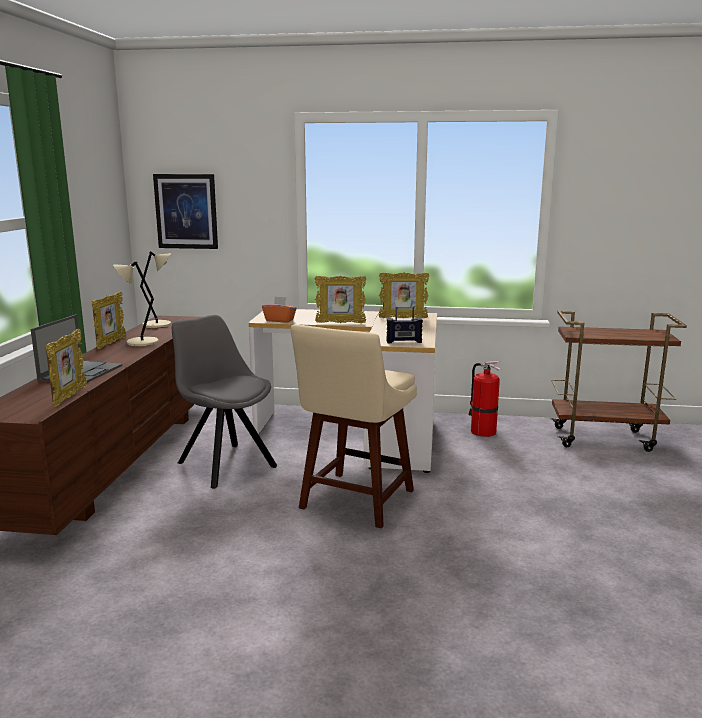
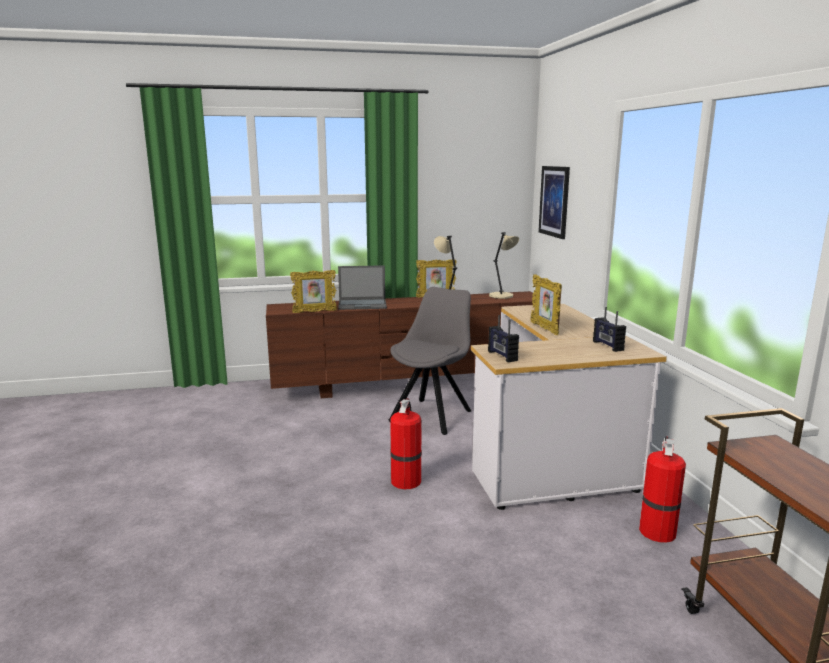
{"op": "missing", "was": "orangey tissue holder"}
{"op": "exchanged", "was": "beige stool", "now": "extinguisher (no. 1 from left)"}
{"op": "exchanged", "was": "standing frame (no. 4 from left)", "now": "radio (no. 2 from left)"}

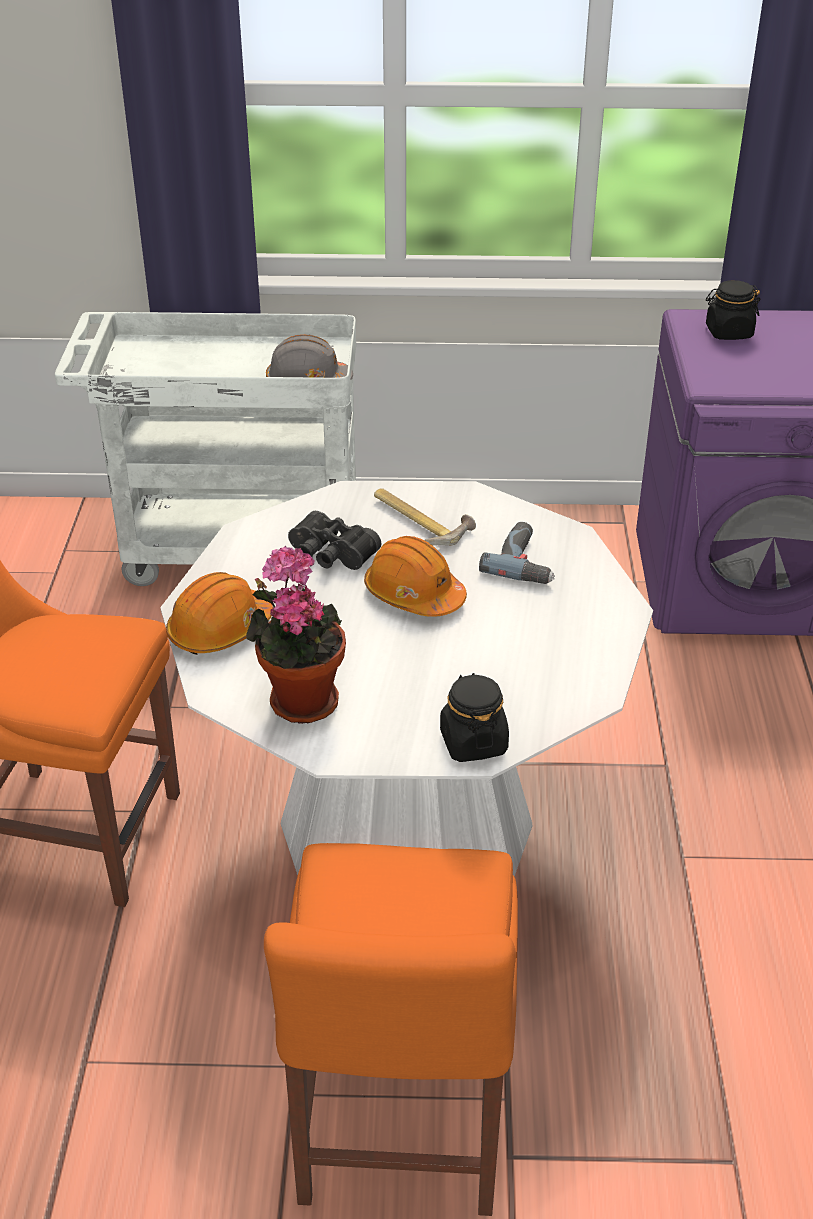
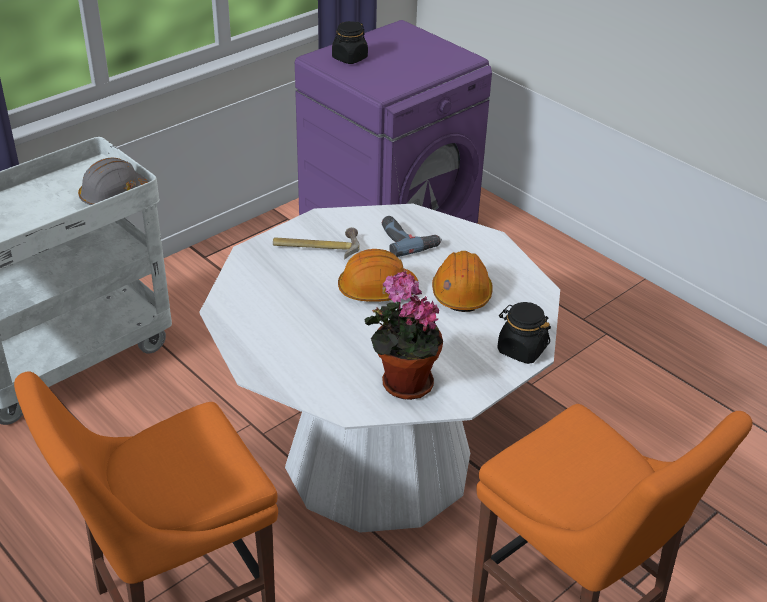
{"op": "missing", "was": "blackish pair of binoculars"}
{"op": "relocated", "was": "orangey hard hat (no. 1 from left in the first image)", "now": "orangey hard hat (no. 2 from left)"}

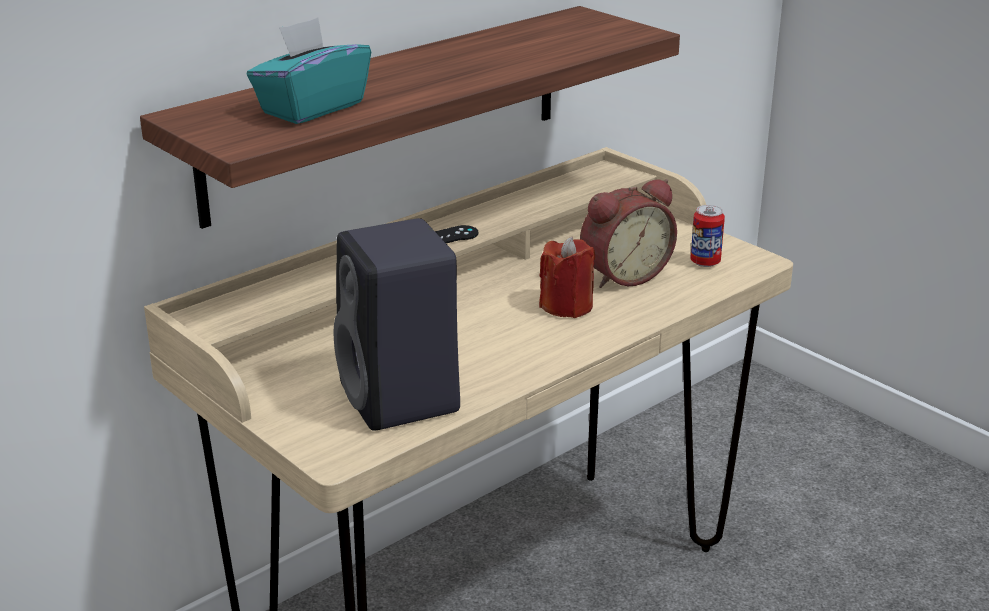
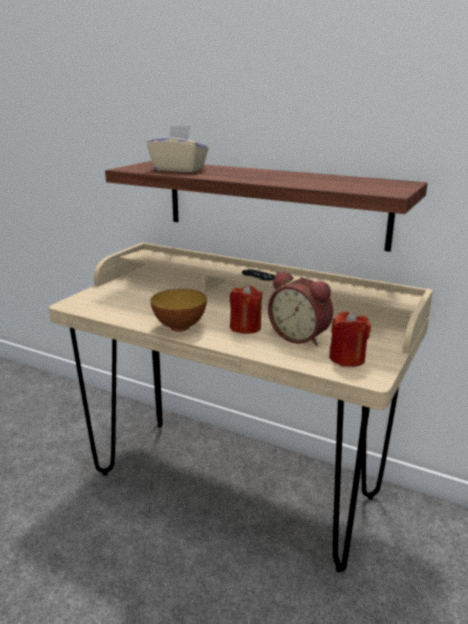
{"op": "missing", "was": "blackish loudspeaker"}
{"op": "appeared", "now": "deep dish"}
{"op": "exchanged", "was": "can", "now": "red-coloured wax light (no. 2 from left)"}
{"op": "colour", "was": "turquoise-coloured tissue holder", "now": "beige tissue holder"}

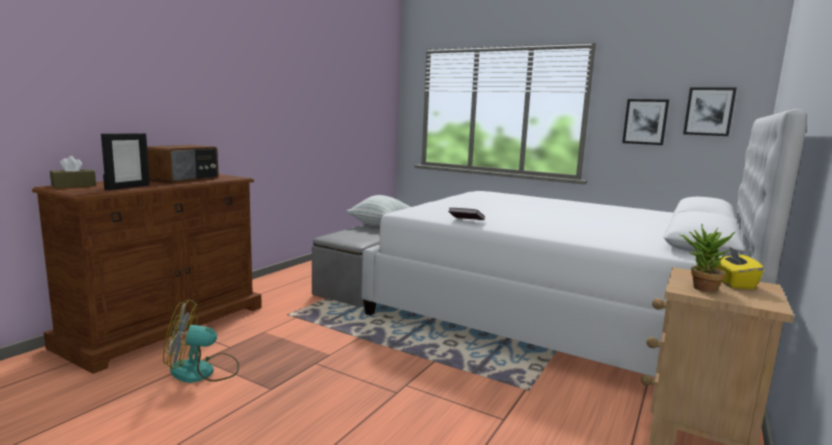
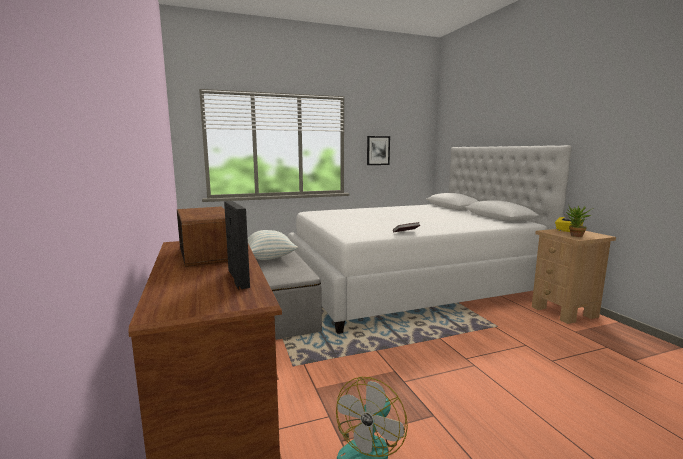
{"op": "missing", "was": "brown-coloured tissue holder"}
{"op": "missing", "was": "picture (no. 2 from left)"}

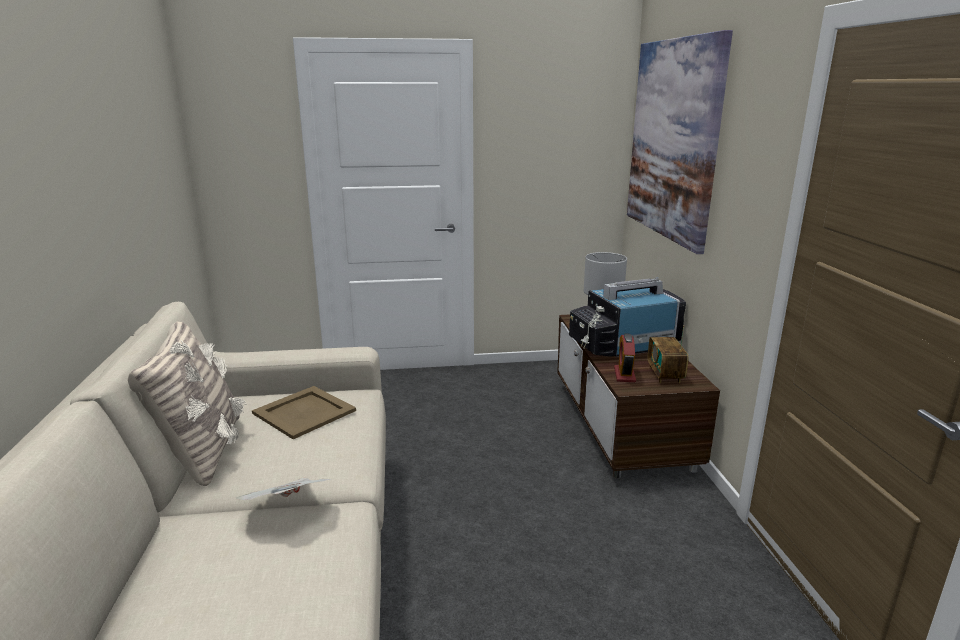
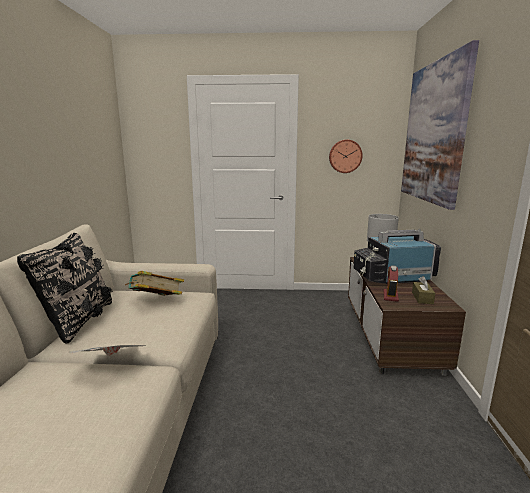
{"op": "appeared", "now": "wall clock"}
{"op": "exchanged", "was": "beige tray", "now": "volume"}
{"op": "exchanged", "was": "radio", "now": "brown-coloured tissue holder"}
{"op": "colour", "was": "beige pillow", "now": "blackish pillow"}

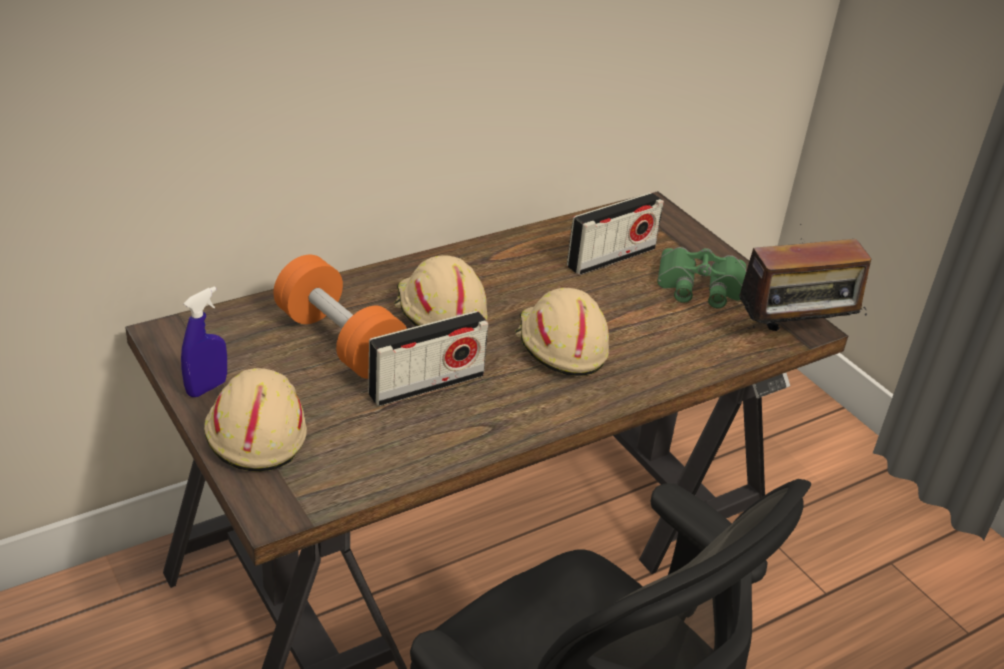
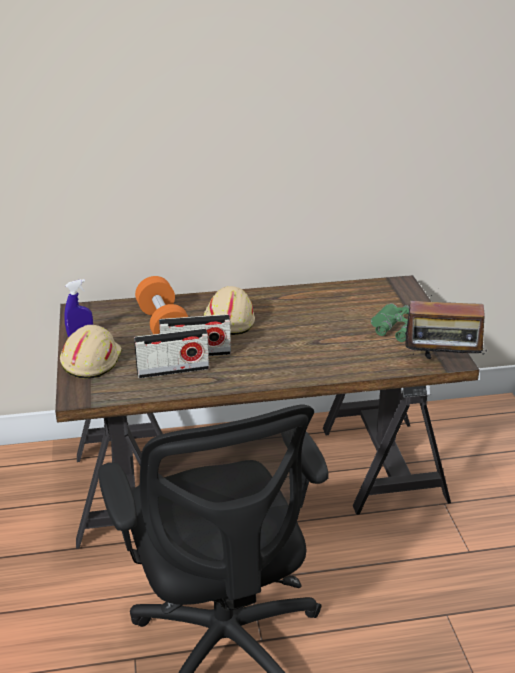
{"op": "missing", "was": "beige hard hat (no. 3 from left)"}
{"op": "relocated", "was": "radio (no. 2 from left in the first image)", "now": "radio (no. 1 from left)"}

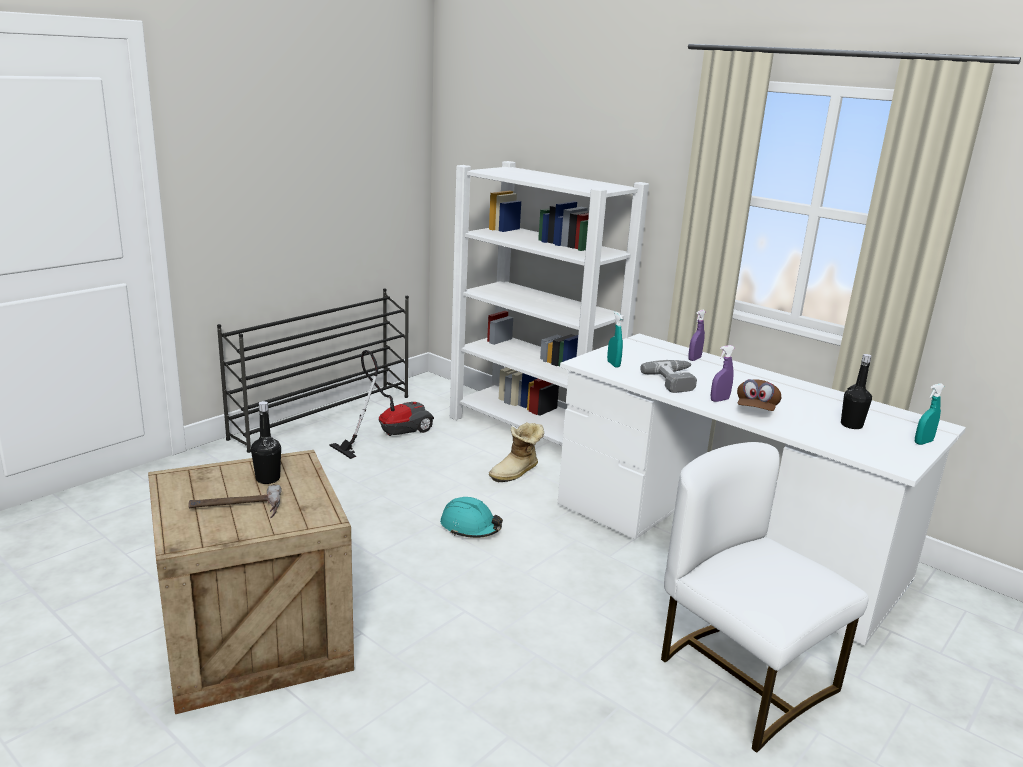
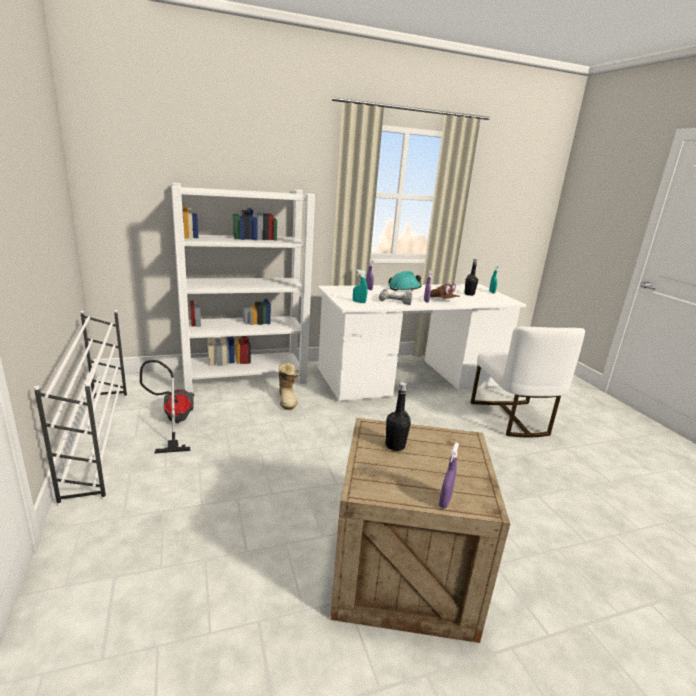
{"op": "missing", "was": "tool hammer"}
{"op": "appeared", "now": "purple-coloured sprayer (no. 3 from left)"}
{"op": "relocated", "was": "turquoise-coloured hard hat"}
{"op": "colour", "was": "blackish shoe rack", "now": "whitish shoe rack"}
{"op": "spun", "was": "whitish upright chair", "clockwise": -90}

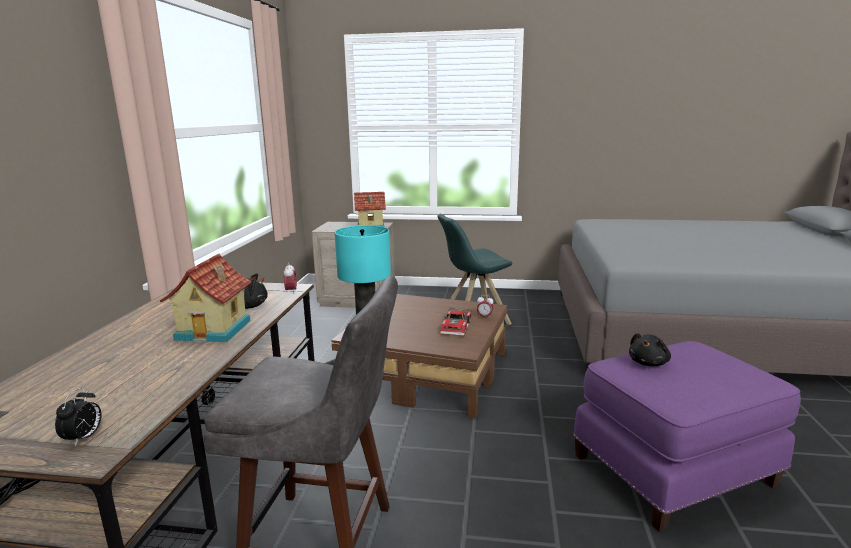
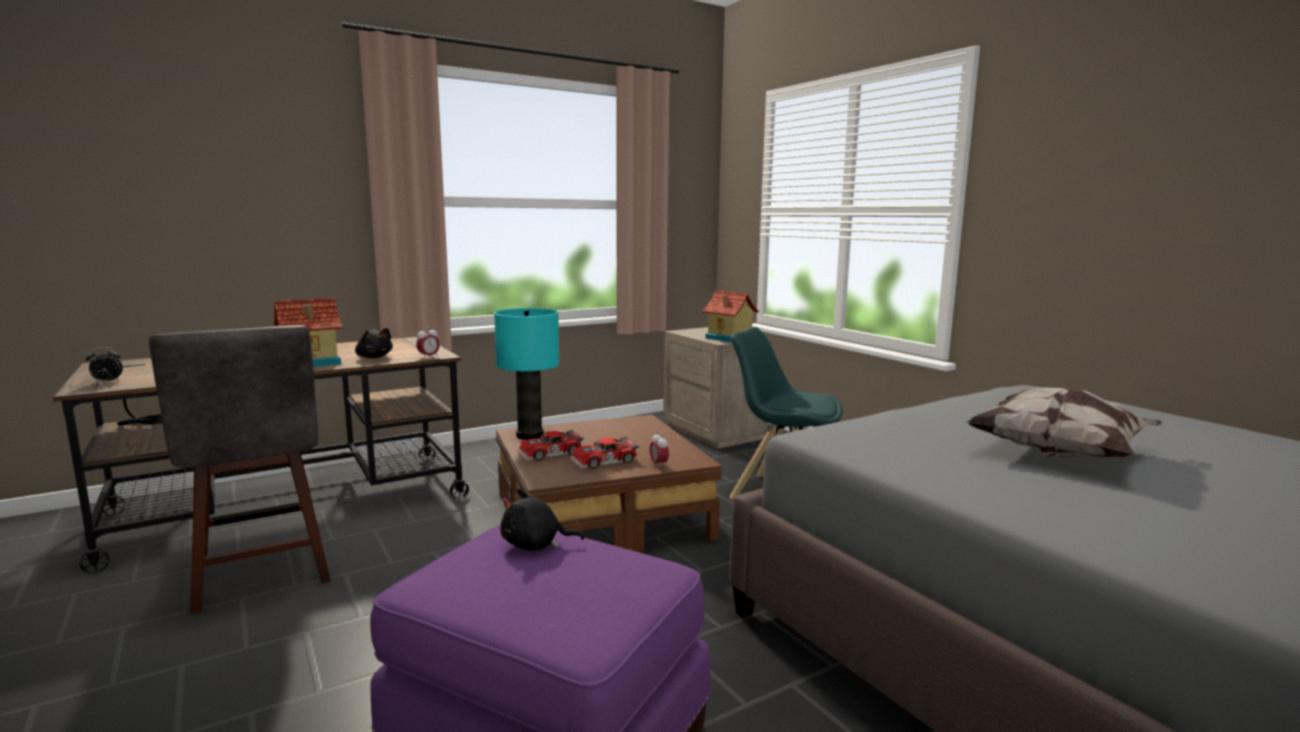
{"op": "appeared", "now": "toy car (no. 1 from left)"}
{"op": "appeared", "now": "pillow"}

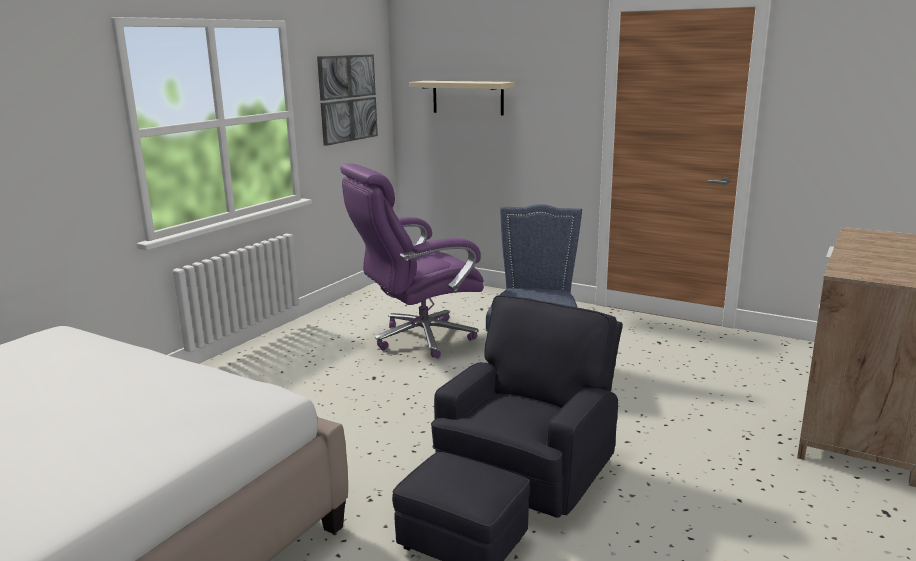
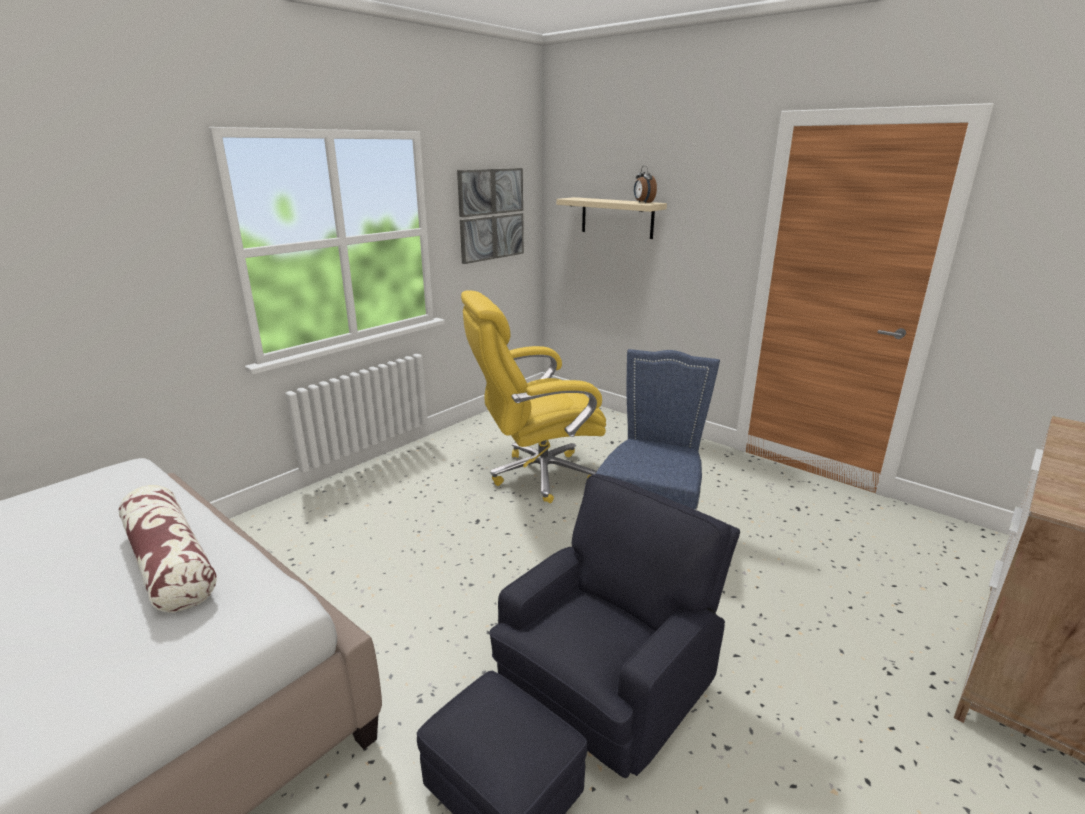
{"op": "appeared", "now": "pillow"}
{"op": "appeared", "now": "alarm clock"}
{"op": "colour", "was": "purple-coloured office chair", "now": "yellowish office chair"}

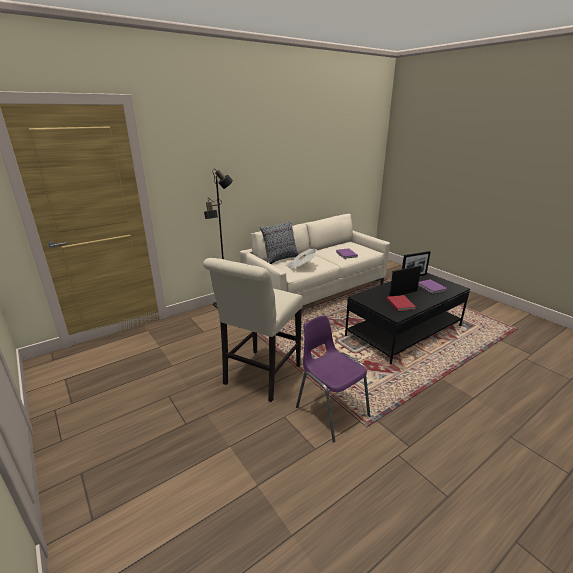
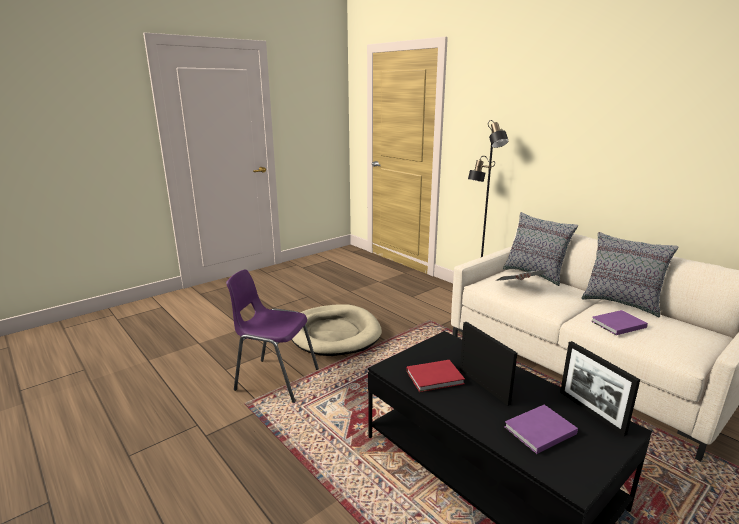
{"op": "appeared", "now": "greyish pillow (no. 2 from left)"}
{"op": "exchanged", "was": "beige stool", "now": "beige pet bed"}
{"op": "spun", "was": "purple-coloured upright chair", "clockwise": -120}

